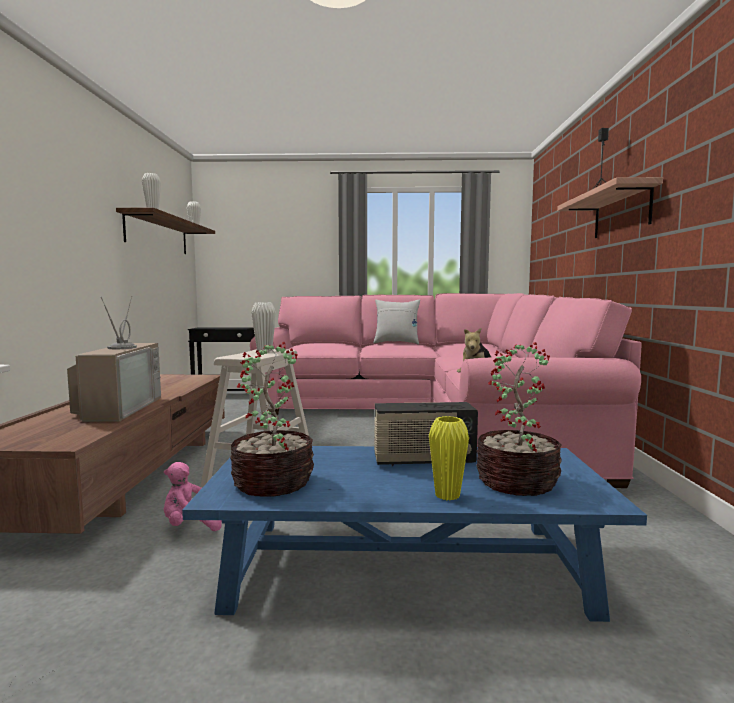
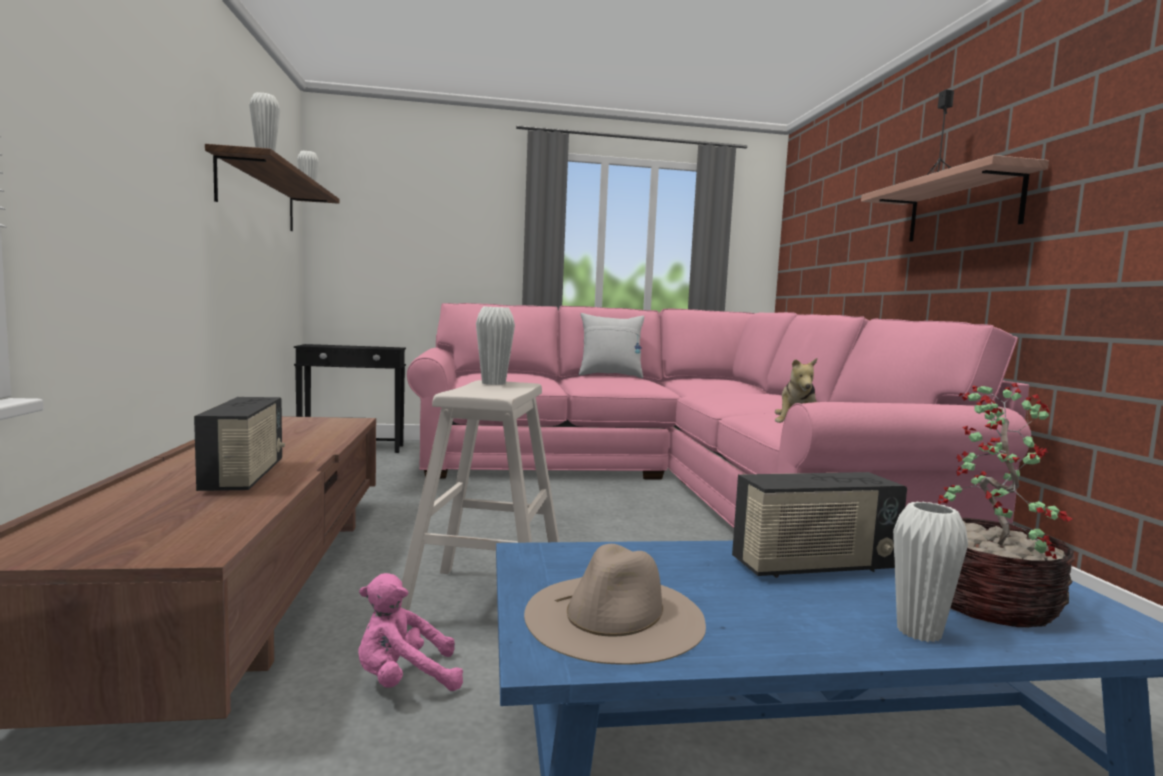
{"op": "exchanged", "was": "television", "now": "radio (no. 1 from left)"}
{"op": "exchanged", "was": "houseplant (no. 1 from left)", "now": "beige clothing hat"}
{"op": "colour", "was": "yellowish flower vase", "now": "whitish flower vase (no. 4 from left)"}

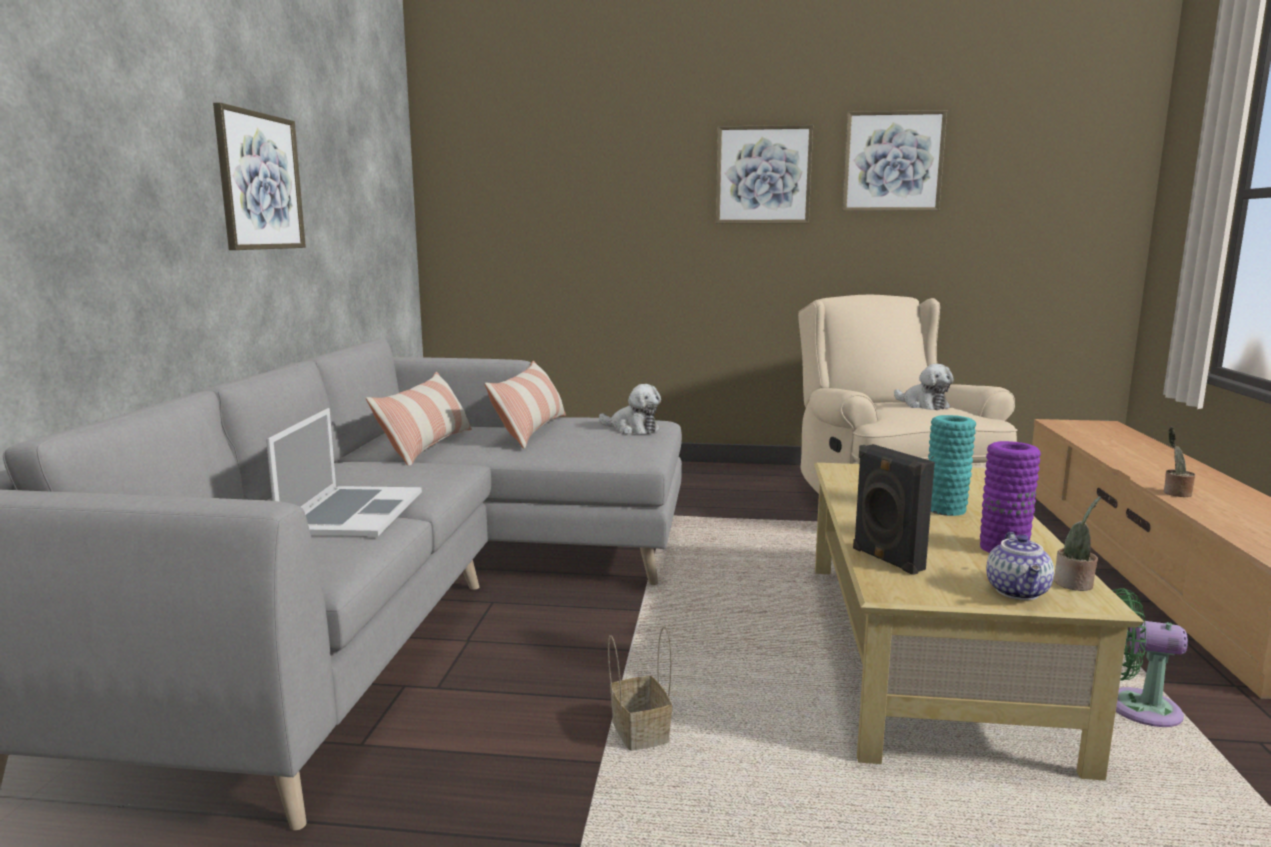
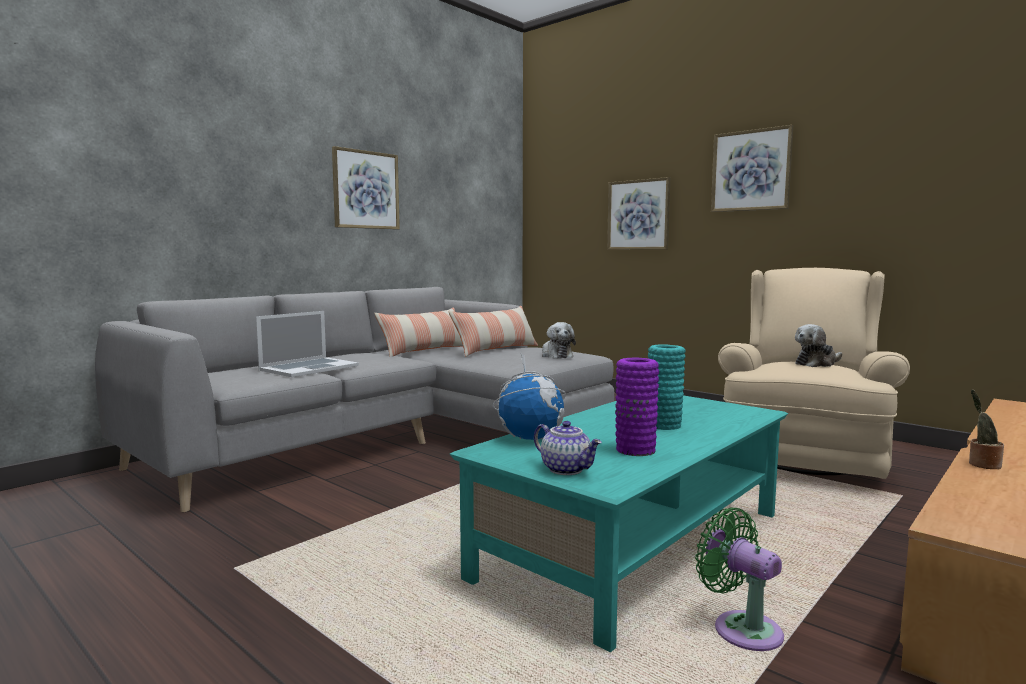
{"op": "missing", "was": "basket"}
{"op": "missing", "was": "houseplant (no. 1 from left)"}
{"op": "relocated", "was": "picture (no. 3 from left in the first image)", "now": "picture (no. 2 from left)"}
{"op": "exchanged", "was": "blackish loudspeaker", "now": "world globe"}
{"op": "colour", "was": "beige lounge table", "now": "turquoise-coloured lounge table"}
{"op": "spun", "was": "soft toy (no. 2 from left)", "clockwise": 60}
{"op": "spun", "was": "tea pot", "clockwise": -90}

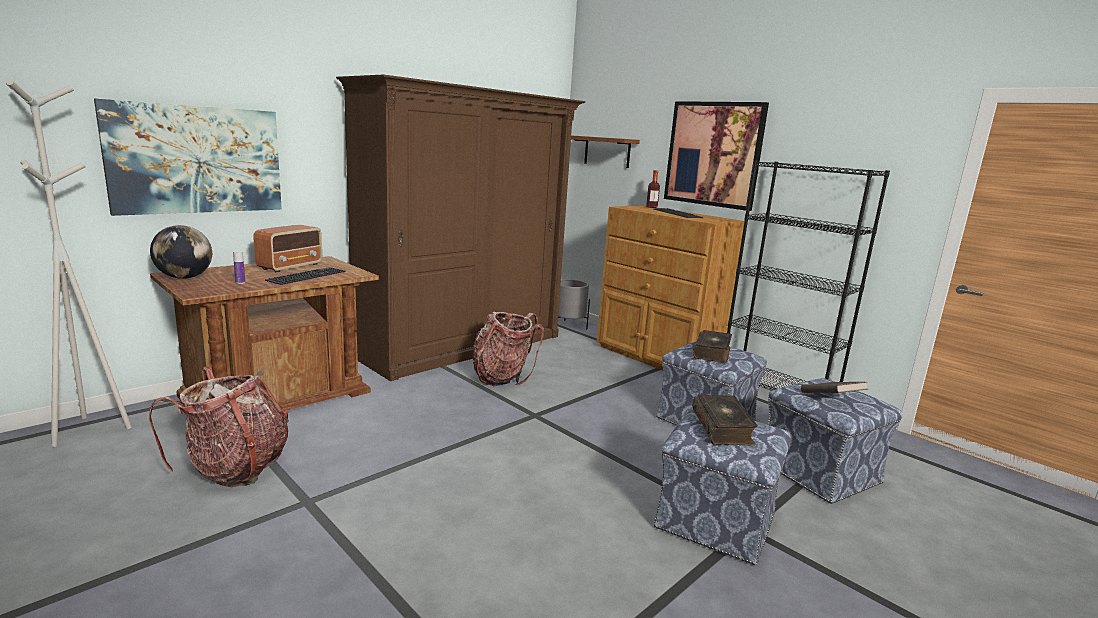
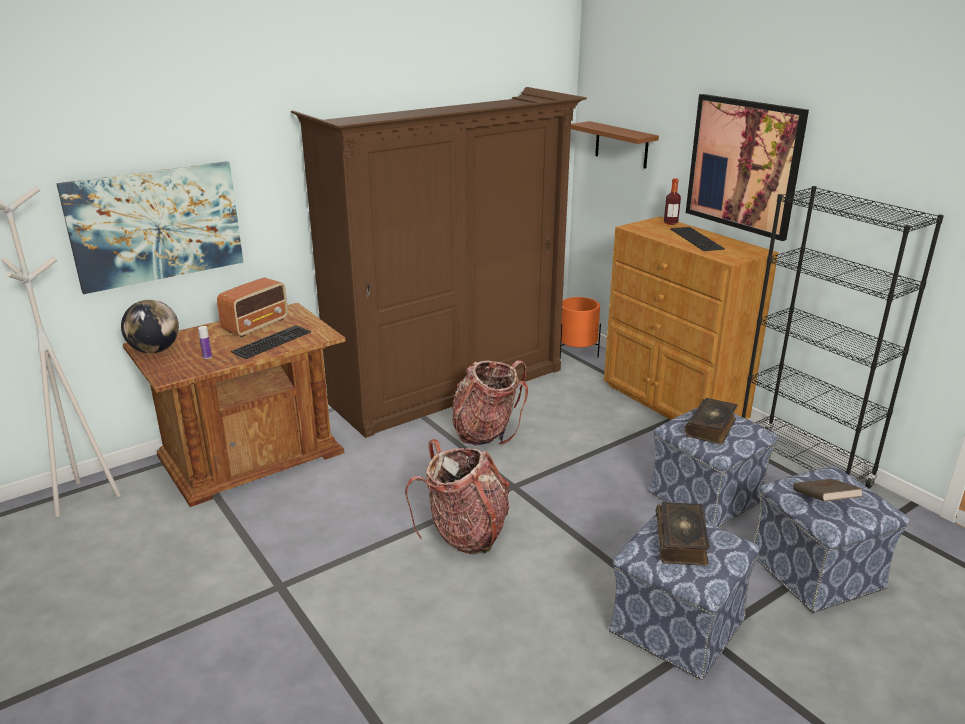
{"op": "relocated", "was": "knapsack (no. 1 from left)"}
{"op": "colour", "was": "greyish planter", "now": "orangey planter"}

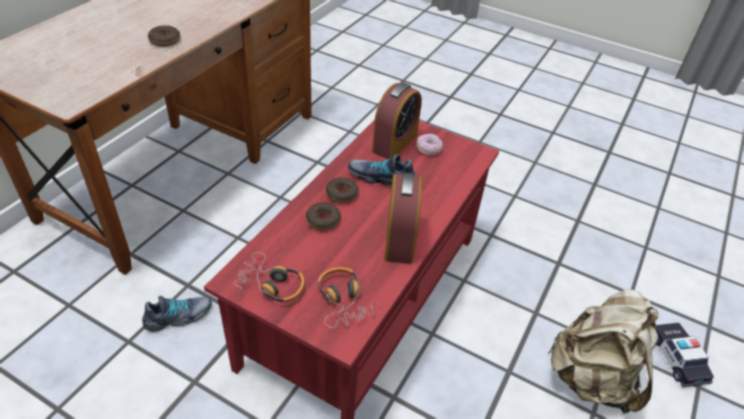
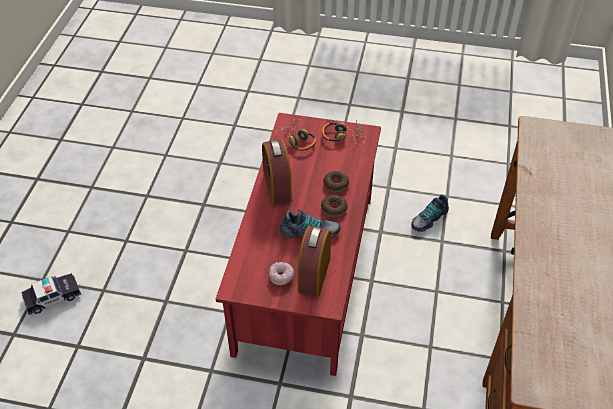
{"op": "missing", "was": "ring doughnut (no. 1 from left)"}
{"op": "missing", "was": "beige knapsack"}
{"op": "spun", "was": "toy car", "clockwise": -90}

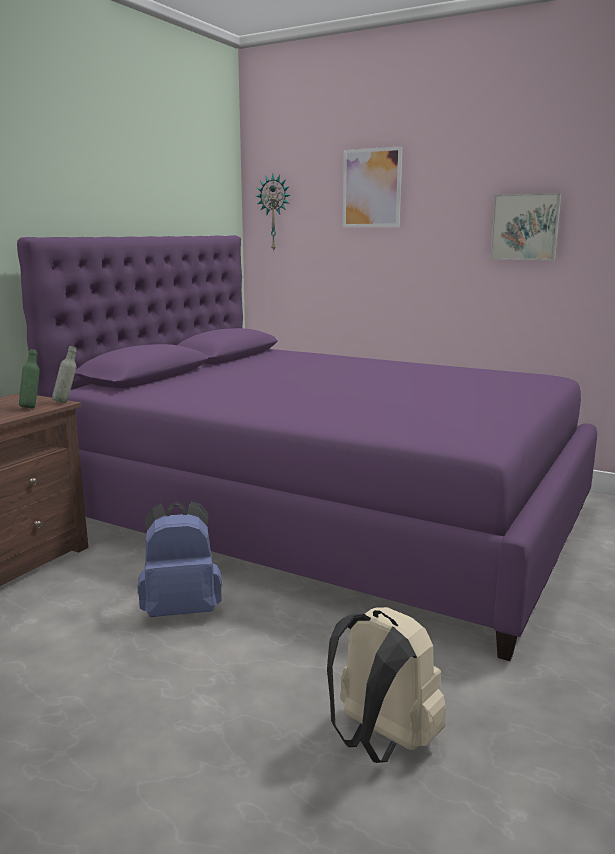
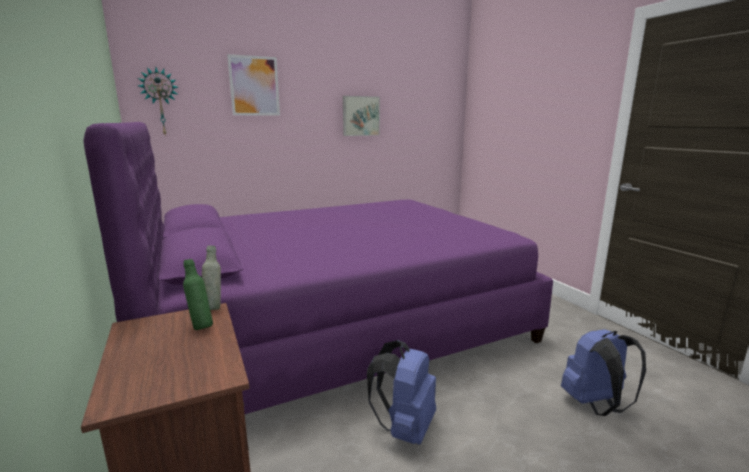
{"op": "colour", "was": "beige knapsack", "now": "bluish knapsack (no. 2 from left)"}

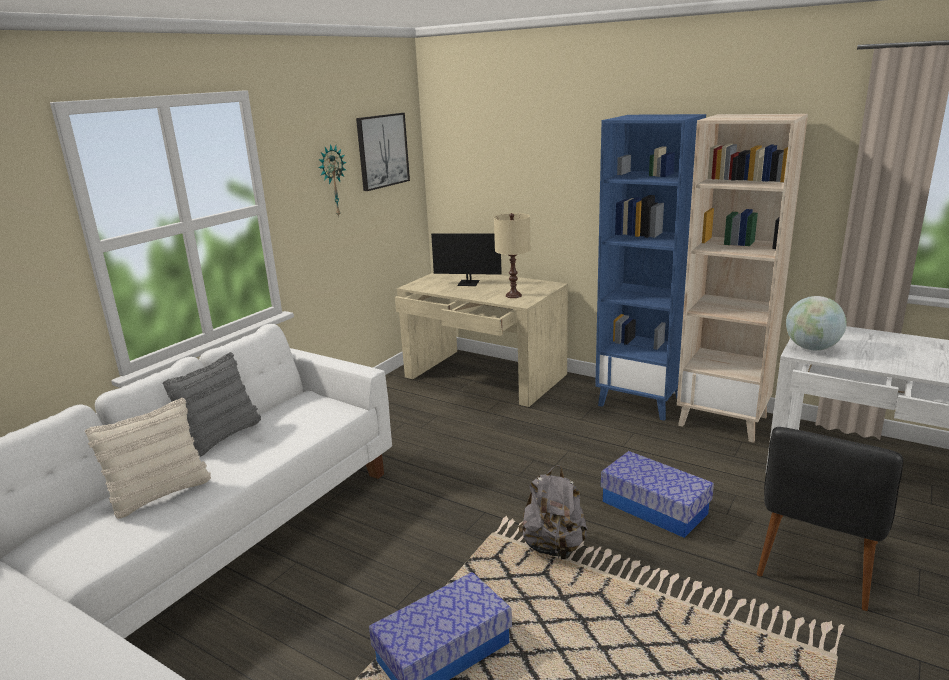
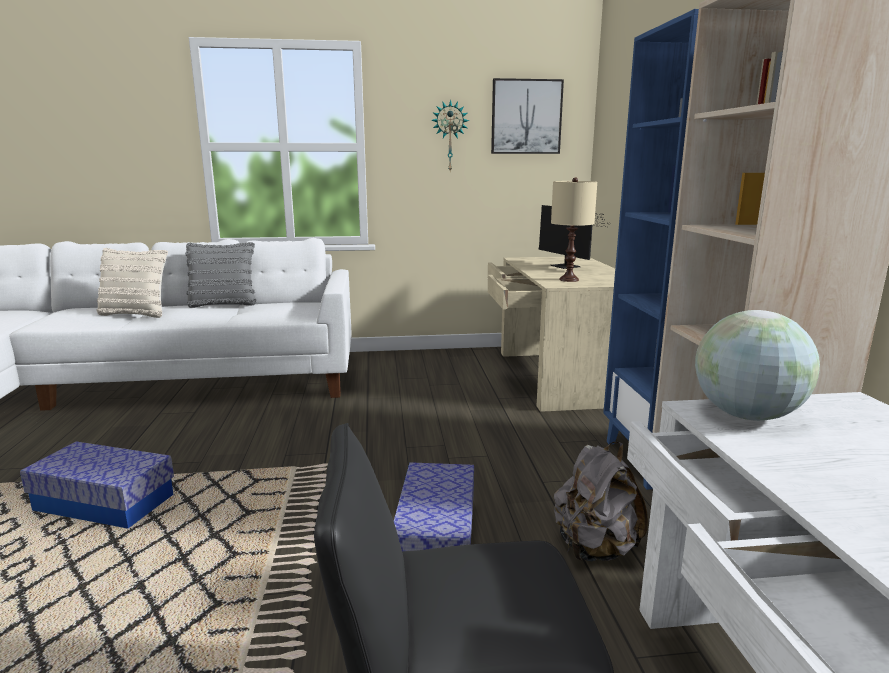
{"op": "relocated", "was": "greyish knapsack"}

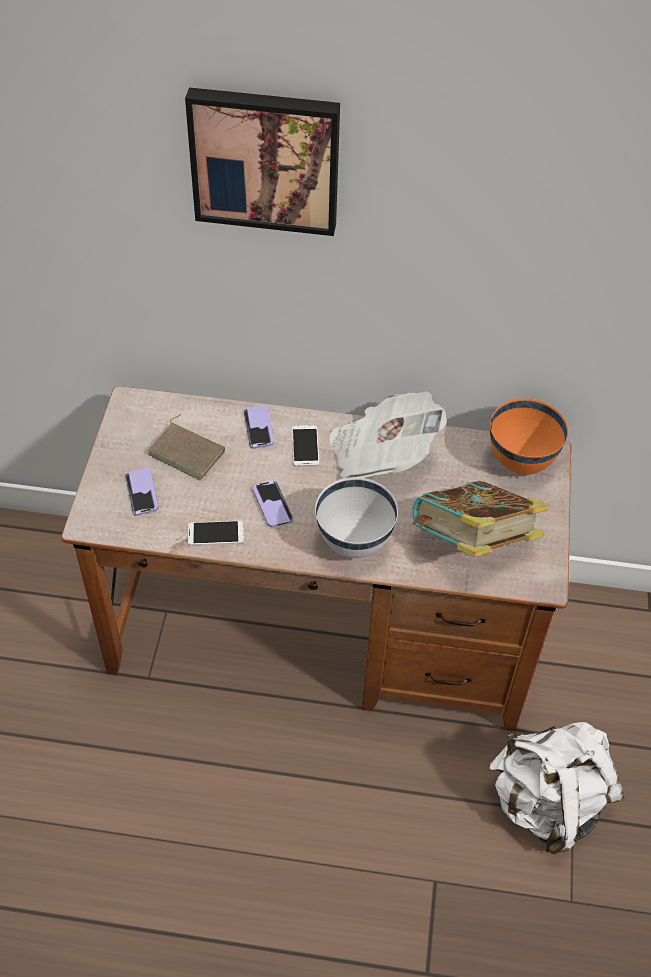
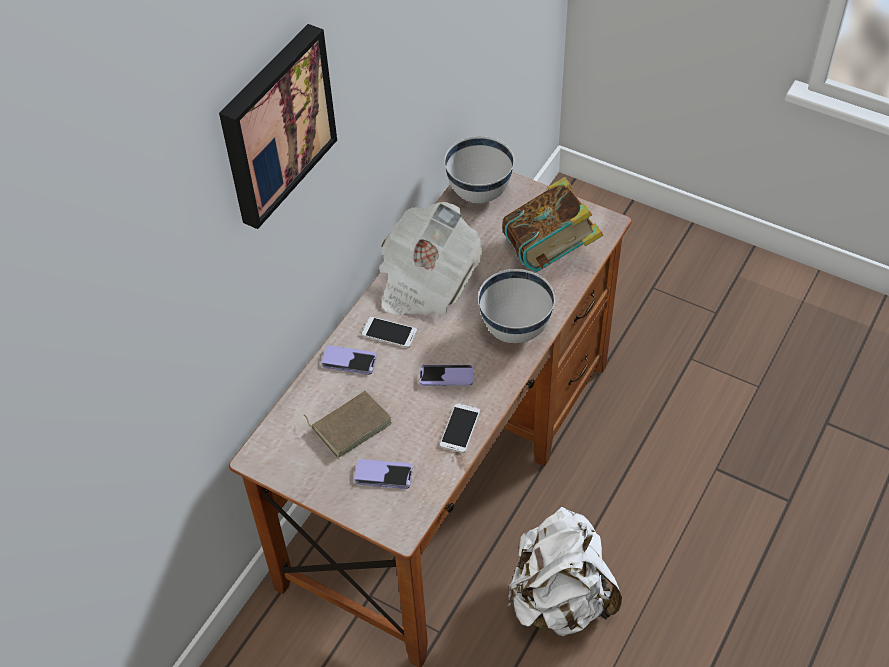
{"op": "relocated", "was": "whitish knapsack"}
{"op": "colour", "was": "orangey deep dish", "now": "whitish deep dish (no. 1 from left)"}

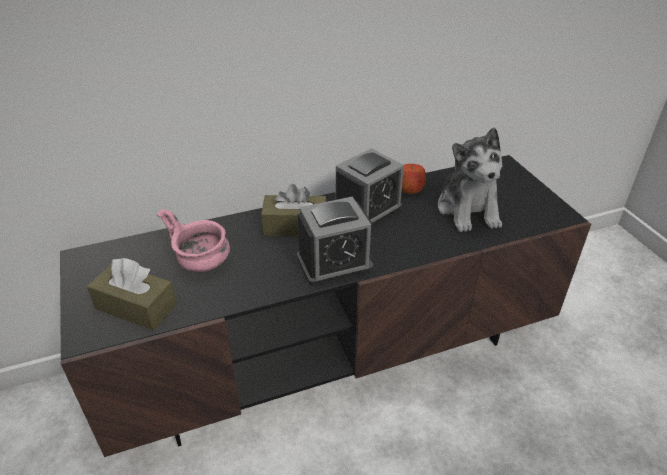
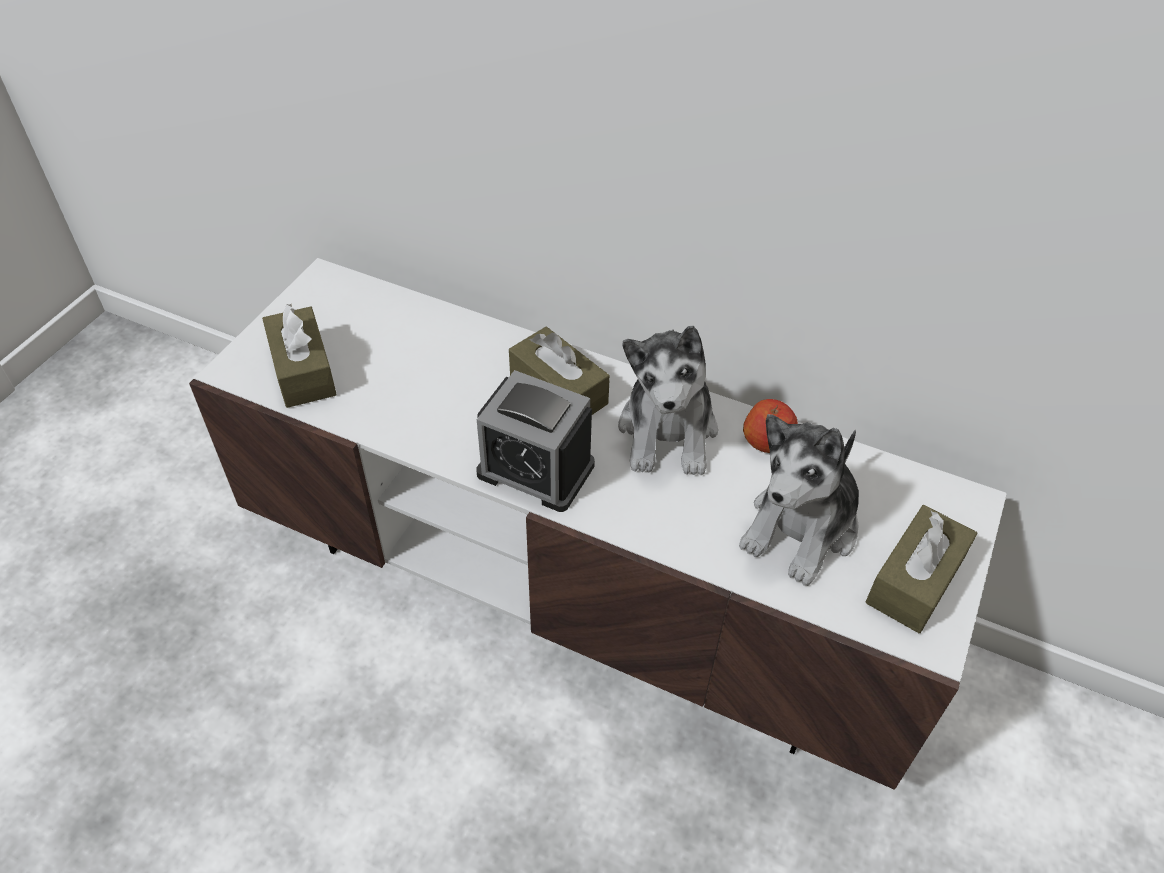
{"op": "missing", "was": "pinkish deep dish"}
{"op": "appeared", "now": "brown-coloured tissue holder (no. 3 from left)"}
{"op": "exchanged", "was": "alarm clock (no. 2 from left)", "now": "soft toy (no. 1 from left)"}
{"op": "colour", "was": "blackish tv unit", "now": "whitish tv unit"}

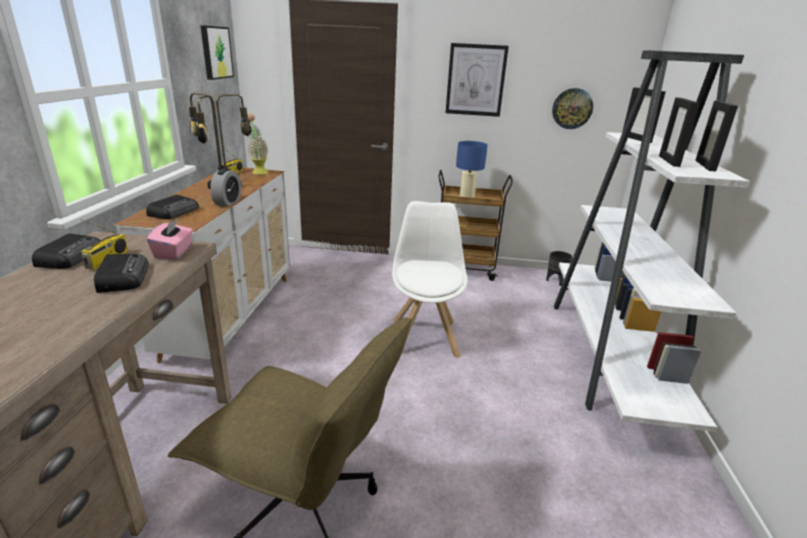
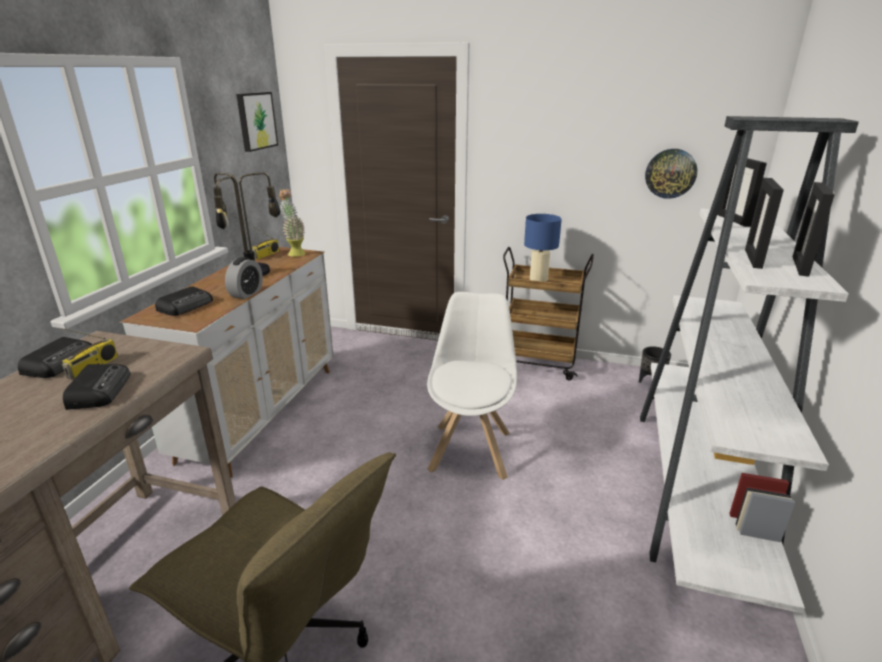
{"op": "missing", "was": "pinkish tissue holder"}
{"op": "missing", "was": "picture (no. 2 from left)"}

